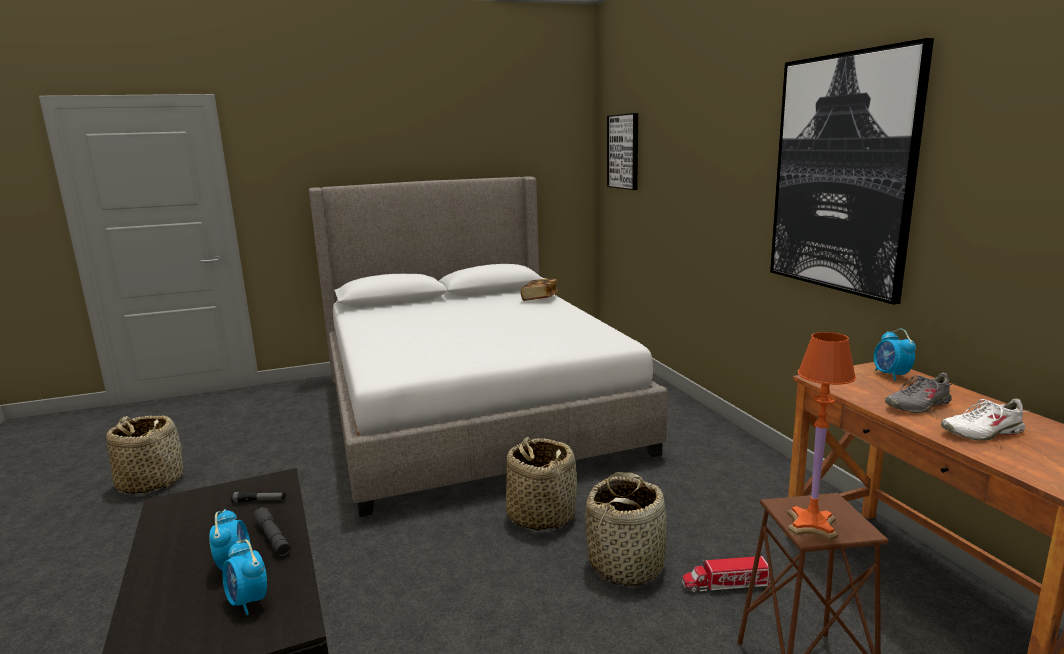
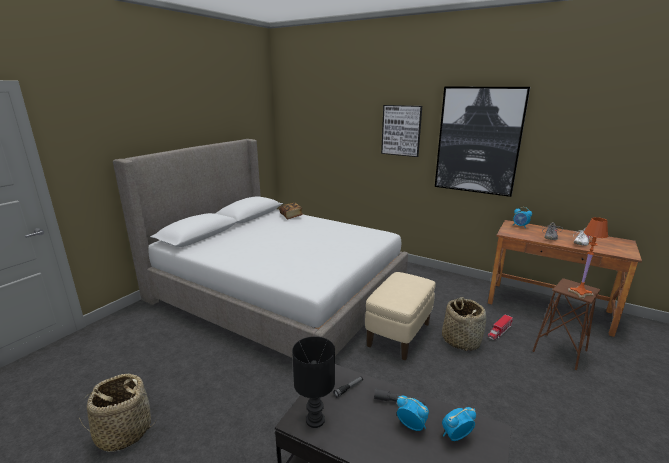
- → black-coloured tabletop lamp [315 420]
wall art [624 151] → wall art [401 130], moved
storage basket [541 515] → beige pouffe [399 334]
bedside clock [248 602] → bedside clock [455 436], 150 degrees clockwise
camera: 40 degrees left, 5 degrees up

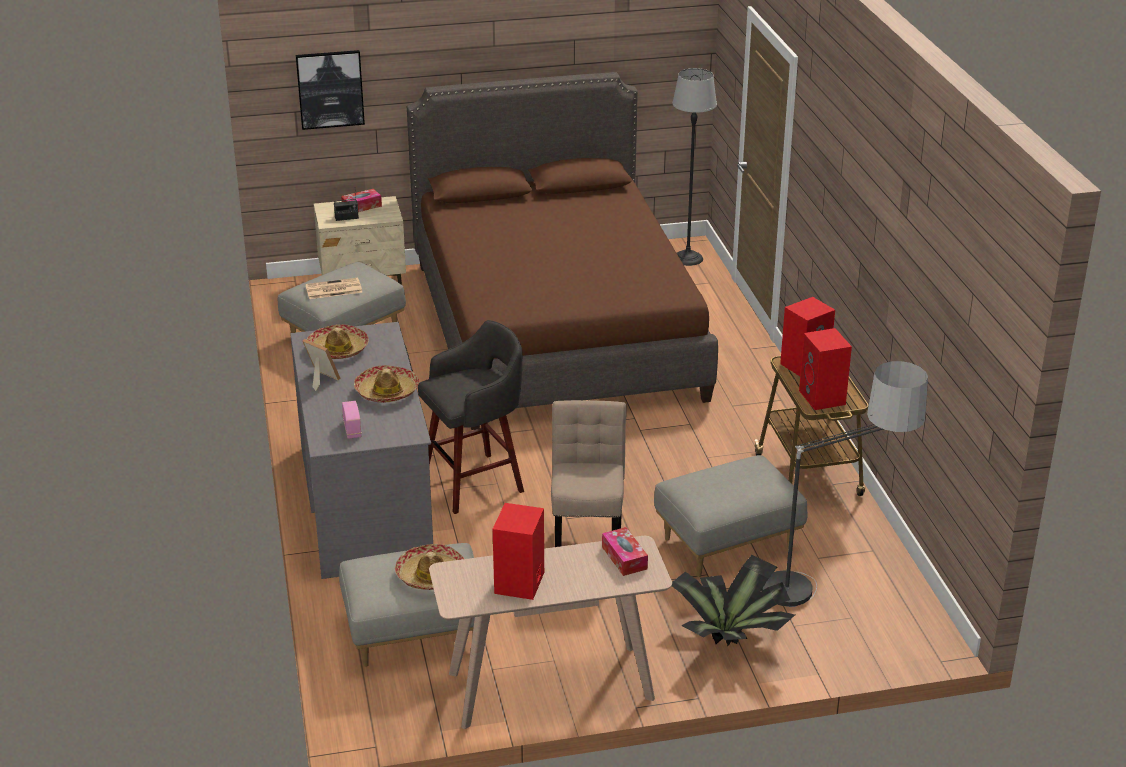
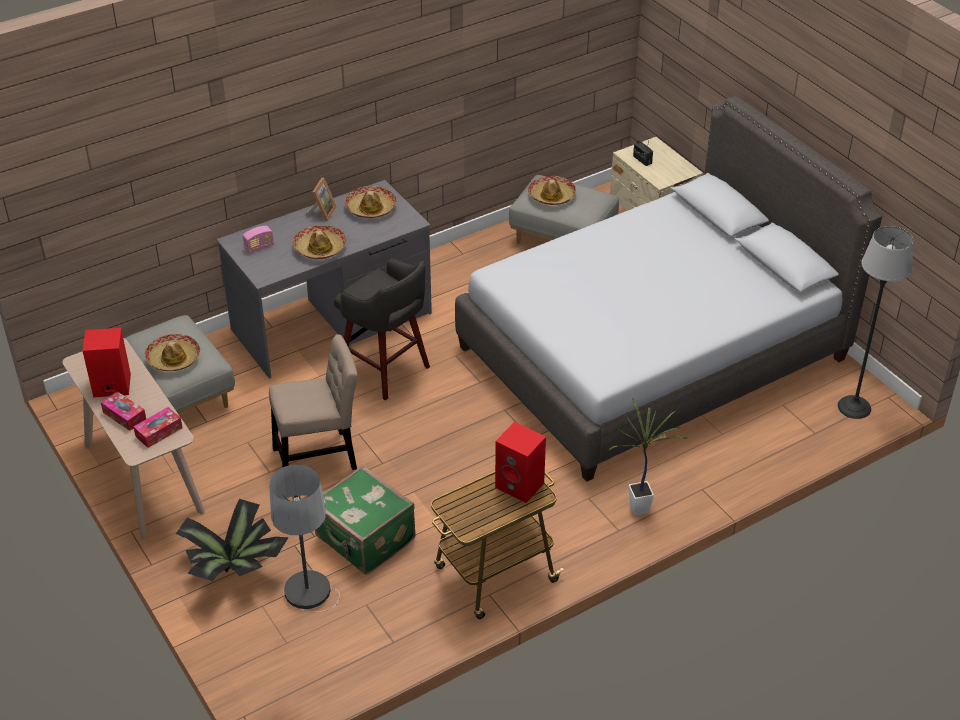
wall art [330 89] → -
red-coloured speaker [823 398] → -
- → houseplant [640 506]
tissue box [361 206] → tissue box [124 416], moved
newspaper [333 289] → clothing hat [551 196]
gray pouffe [728 543] → green suitcase [364 540]
brownish bedroom bed [555 330] → gray bedroom bed [651 353]
camera: 70 degrees right, 10 degrees up

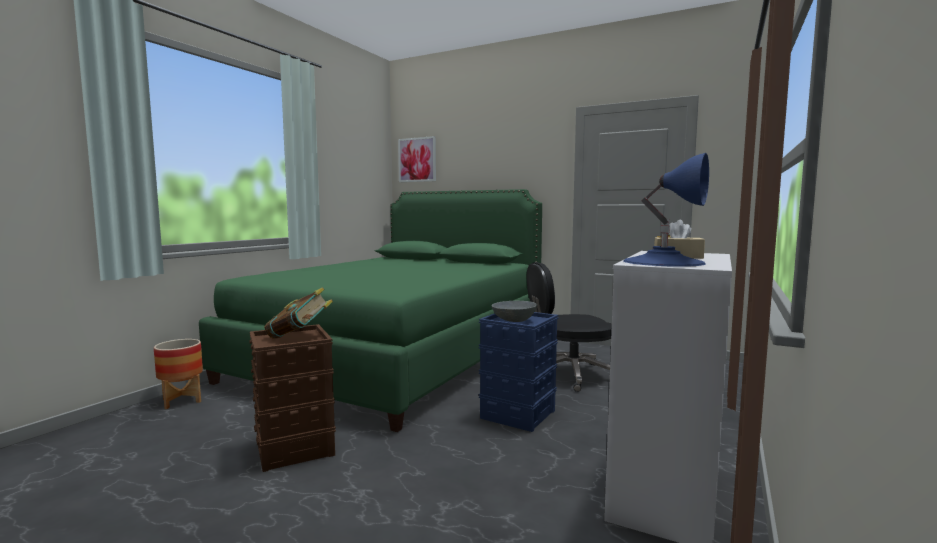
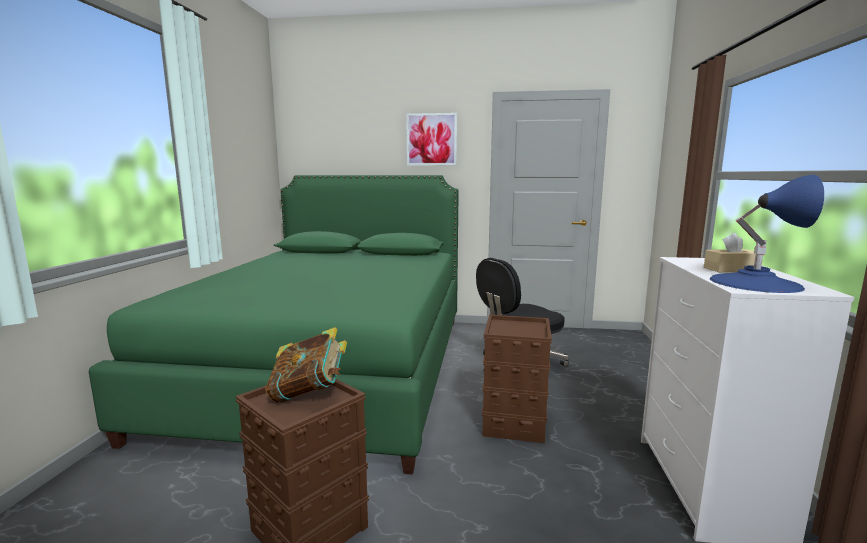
plant pot [182 400] → -
gray serving bowl [514 320] → -
wall art [417 160] → wall art [431 139], moved
blue storage box [517 414] → brownish storage box [513 423]
camera: 20 degrees left, 5 degrees up

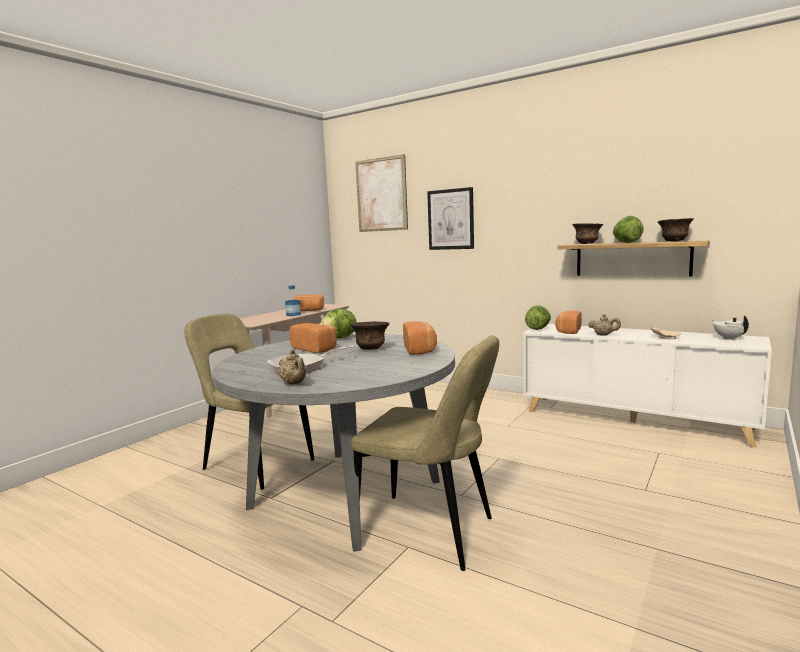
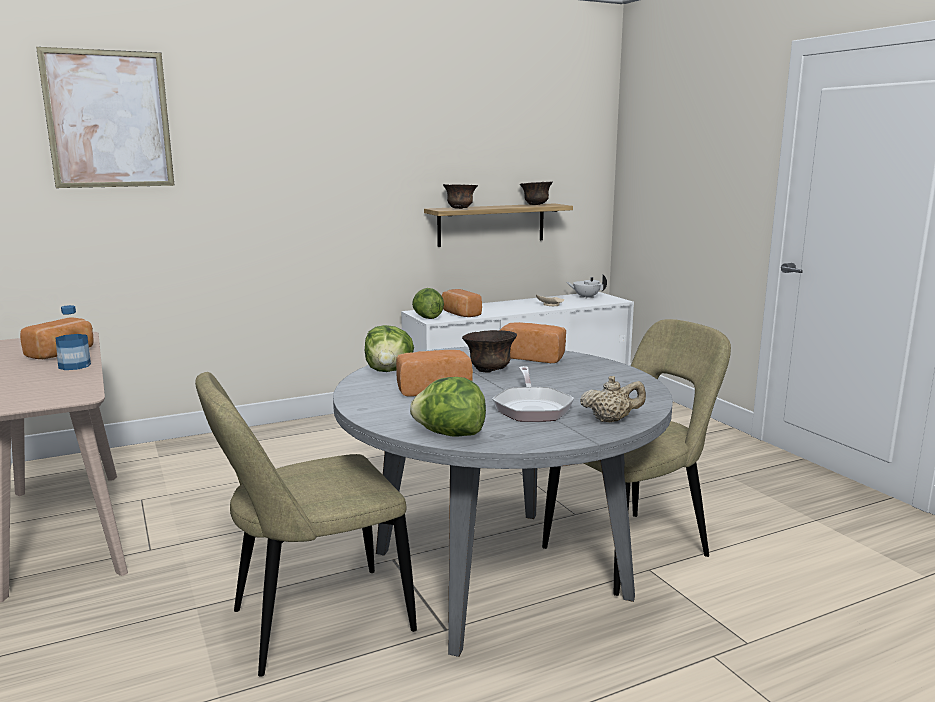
wall art [450 219] → -
beige pot for tea [604 335] → -
lettuce head [626 242] → lettuce head [450 434], moved
camera: 60 degrees left, 5 degrees up

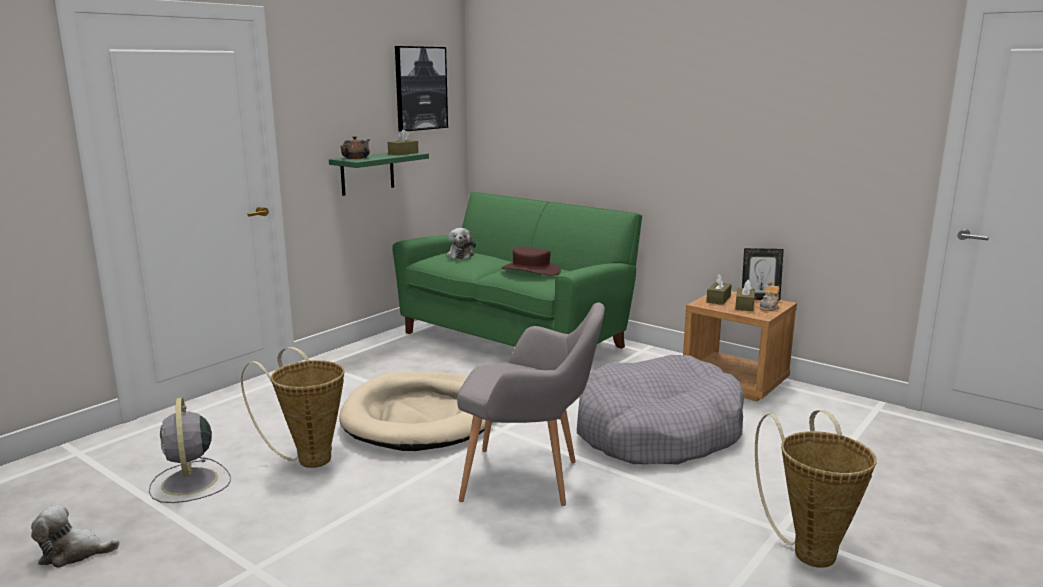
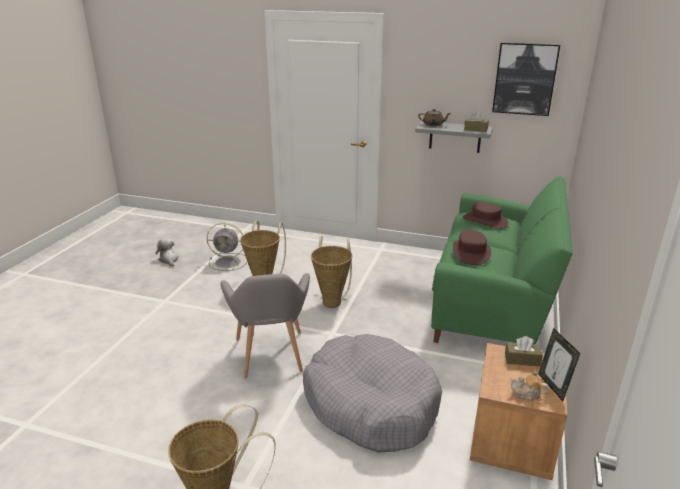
brownish tissue box [744 305] → -
beige pet bed [422 416] → storage basket [332 300]
cuddly toy [460 255] → brownish clothing hat [485 221]
green wall shelf [367 173] → gray wall shelf [455 137]
gray cooling fan [189 483] → gray cooling fan [229 262], 135 degrees counterclockwise
camera: 70 degrees right, 10 degrees up

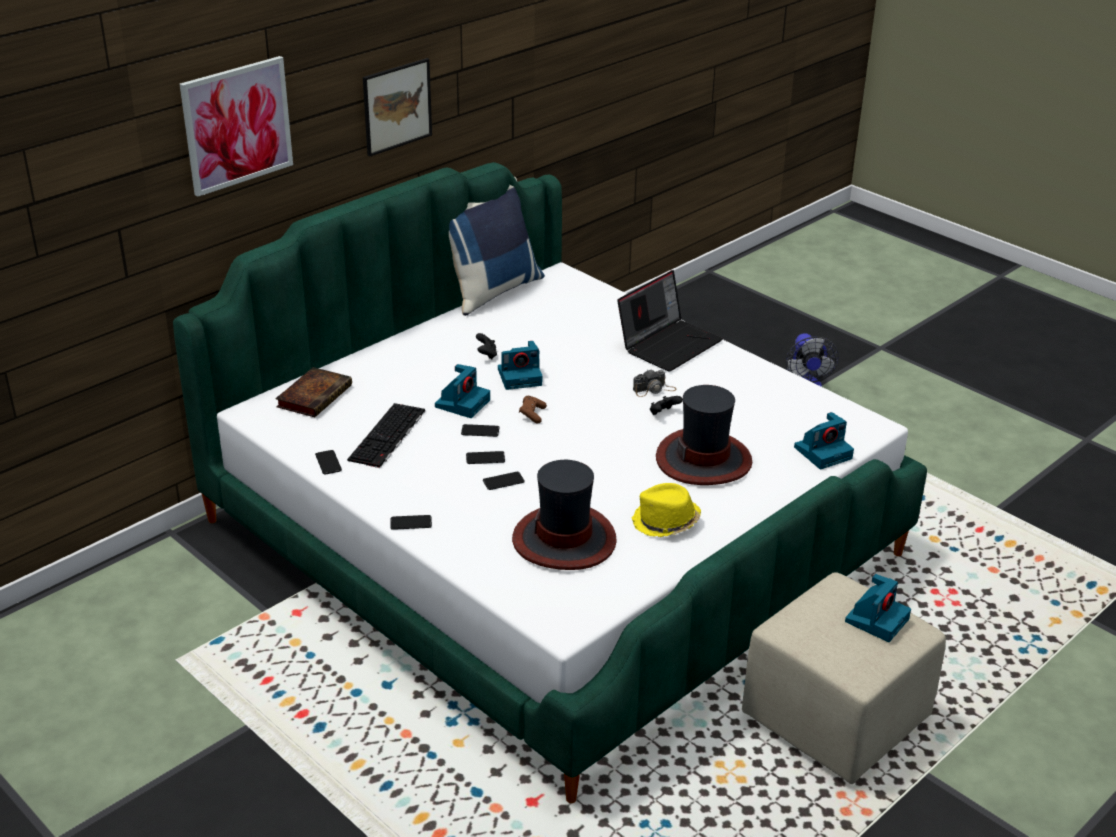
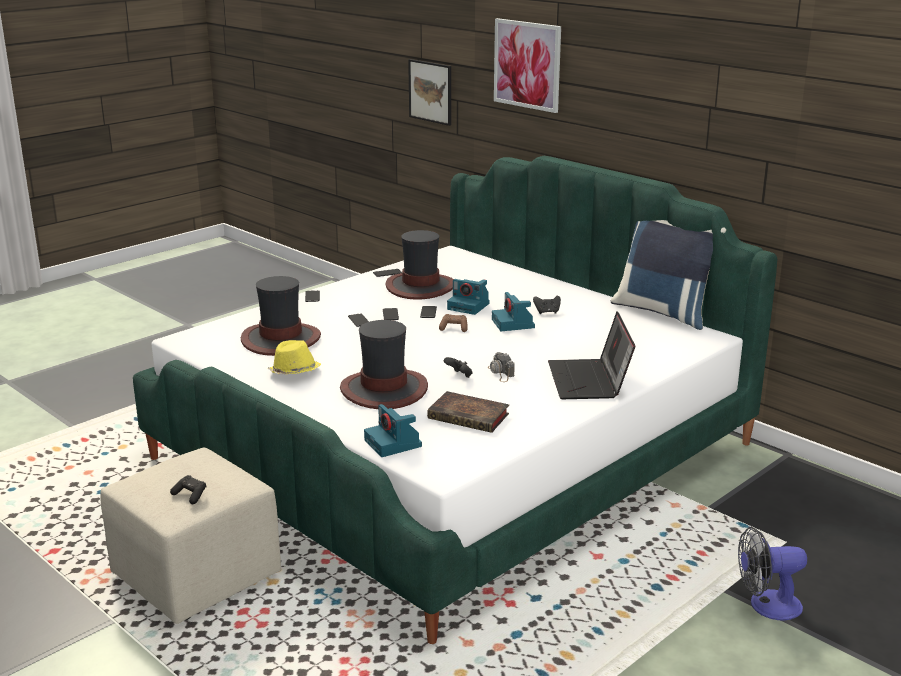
book [315 395] → book [470 417], moved
wall art [397 106] → wall art [430 91], moved
computer keyboard [388 436] → clothing hat [420 287]
photo camera [877 619] → black-coloured joypad [190 495]
notebook computer [669 344] → notebook computer [589 381], 45 degrees clockwise
camera: 90 degrees right, 10 degrees down

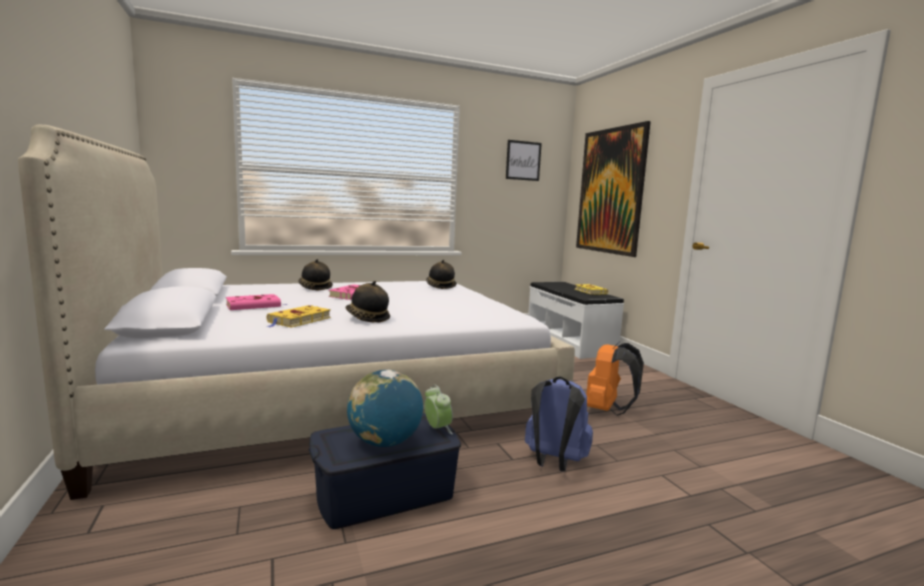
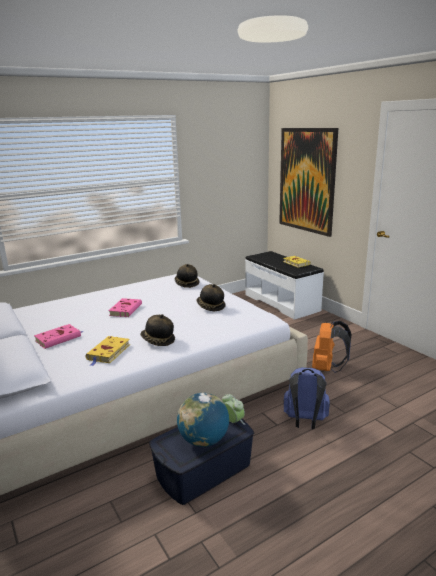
wall art [523 160] → -
clothing hat [315 287] → clothing hat [210 307], moved
camera: 10 degrees left, 10 degrees up

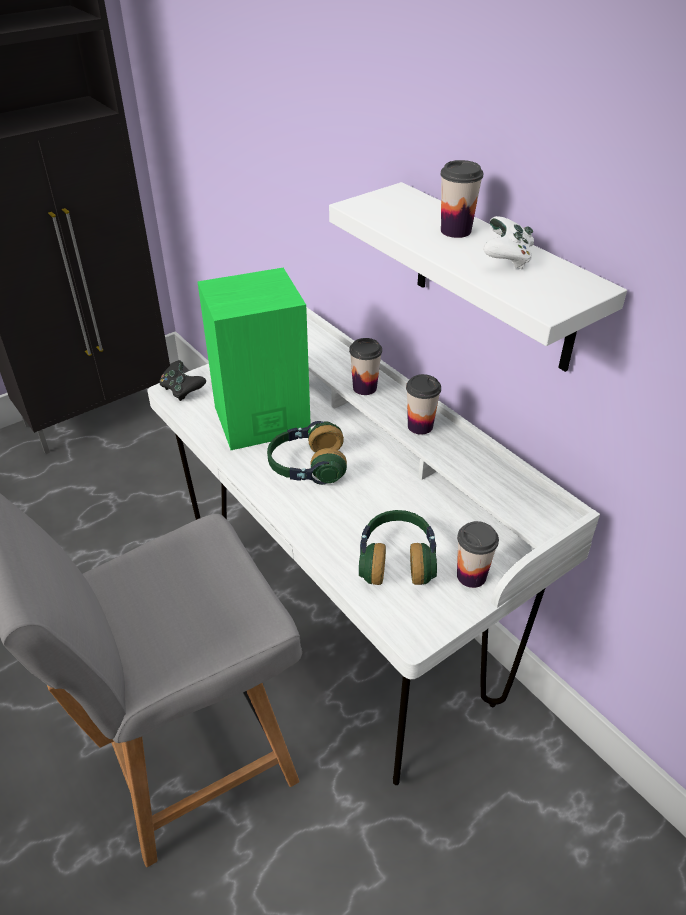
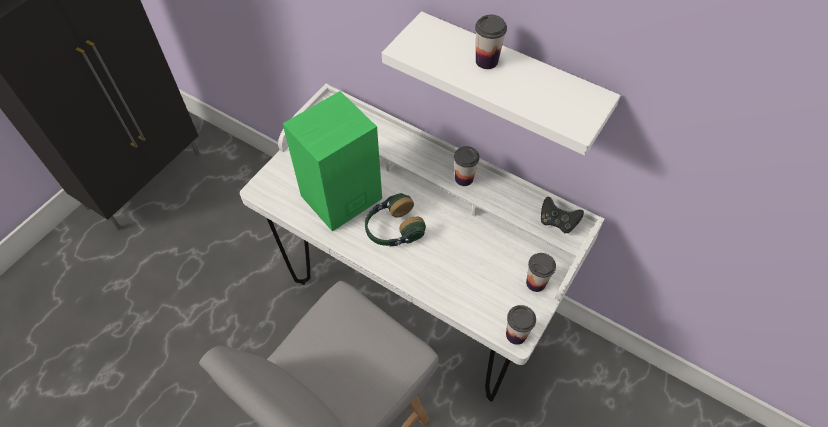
headphones [397 560] → -
white-coloured joypad [506 259] → -
black-coloured joypad [182 390] → black-coloured joypad [557 221], moved
drinking cup [364 388] → drinking cup [516 334], moved
camera: 20 degrees left, 15 degrees up

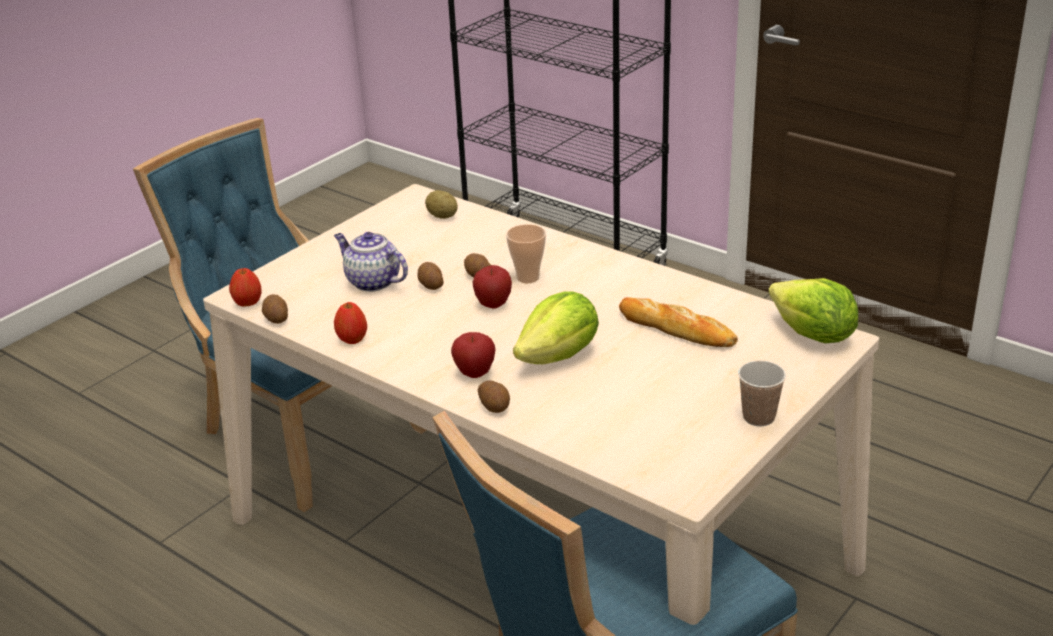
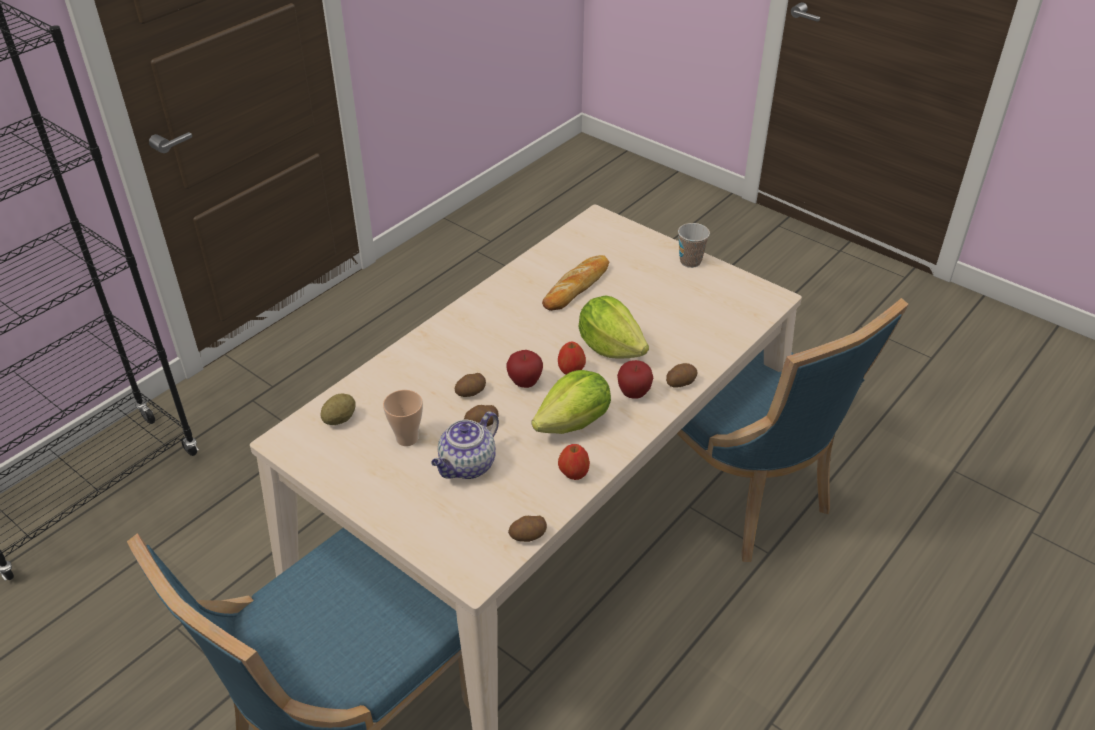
whole apple [247 303] → whole apple [571 371], moved
drinking cup [528 277] → drinking cup [407 438], moved
lettuce head [813 335] → lettuce head [574 423], moved
camera: 90 degrees left, 10 degrees up

